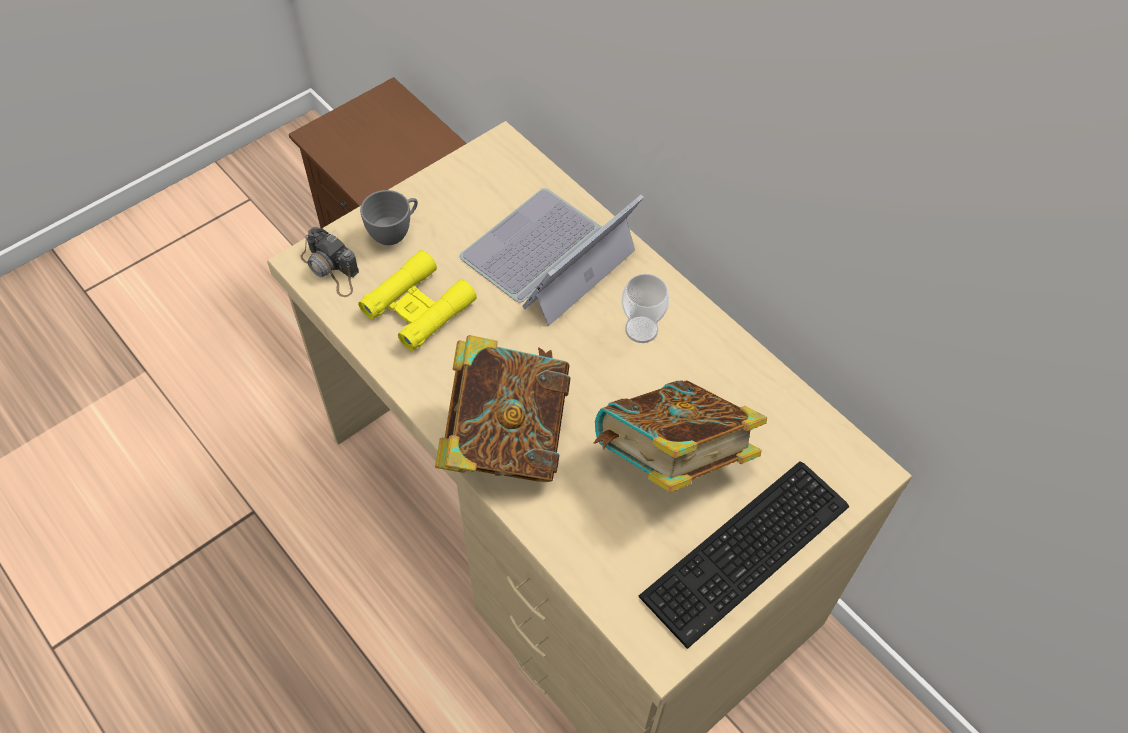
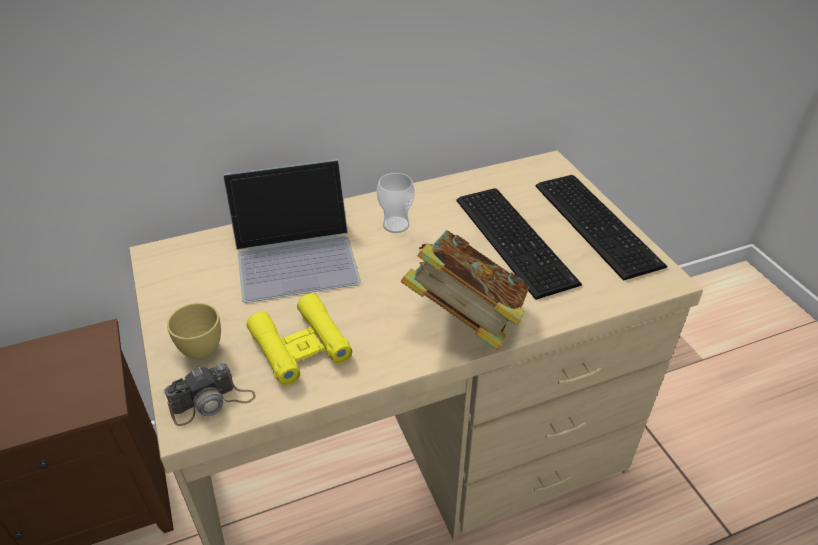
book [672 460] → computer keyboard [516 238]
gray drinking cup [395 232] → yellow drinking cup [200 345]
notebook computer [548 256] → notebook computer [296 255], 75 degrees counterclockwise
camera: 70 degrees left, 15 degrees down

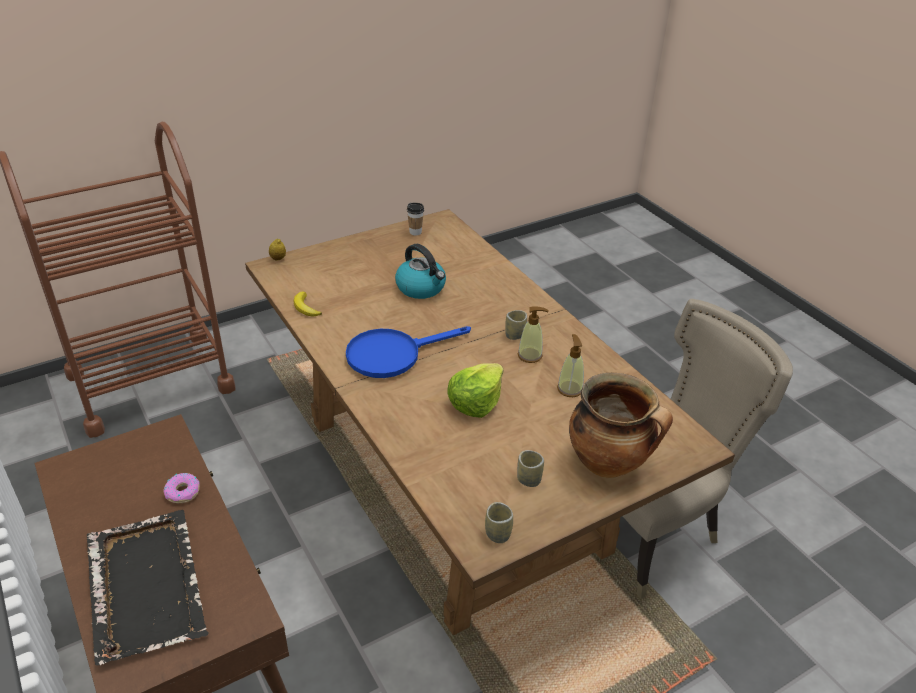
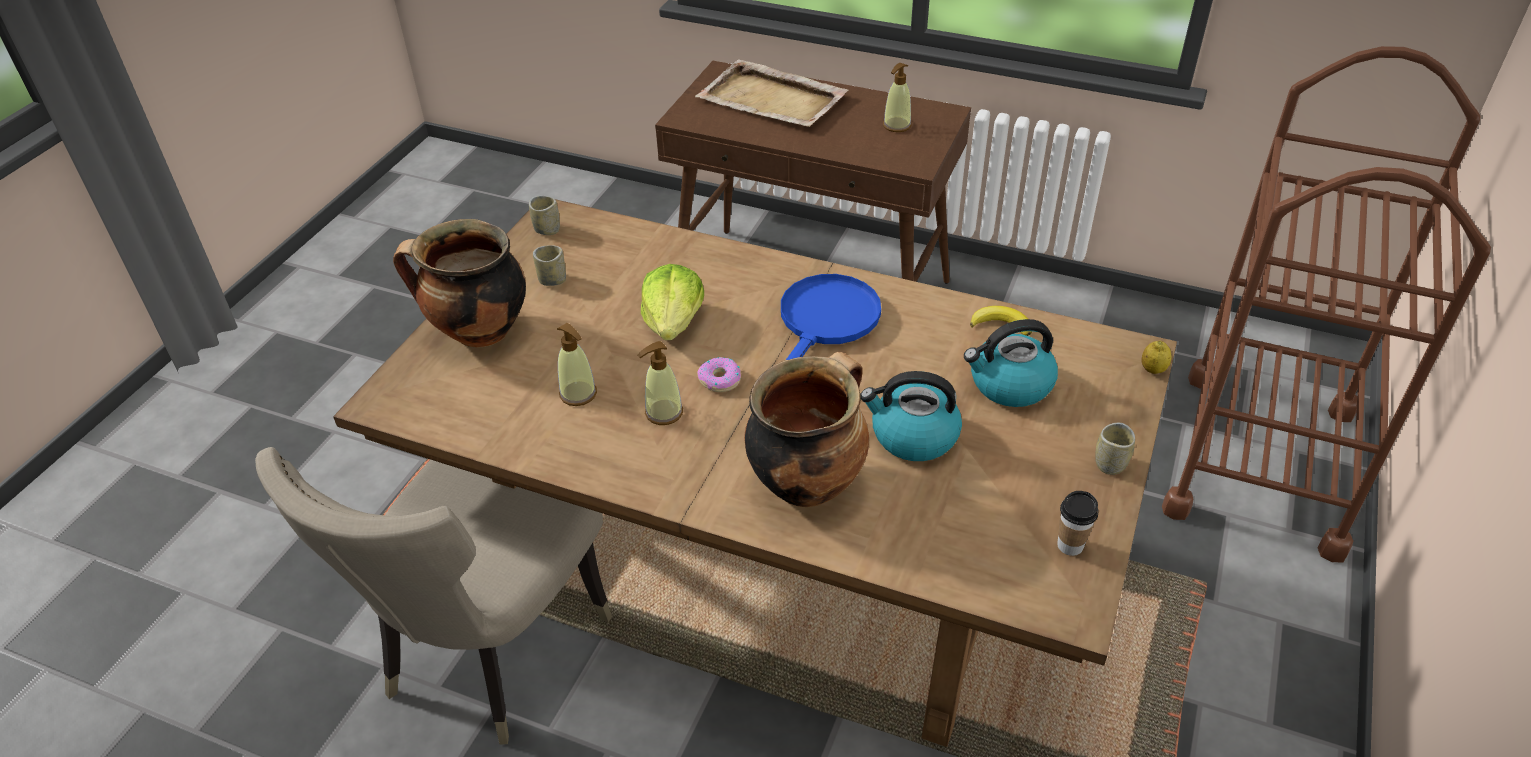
- → stockpot [807 482]
- → soap bottle [896 125]
- → water kettle [1009 384]
doughnut [183 492] → doughnut [719 380], moved
drinking cup [515 335] → drinking cup [1110 464], moved
black-coloured serving tray [146 585] → beige serving tray [773 99]
camera: 145 degrees right, 5 degrees up

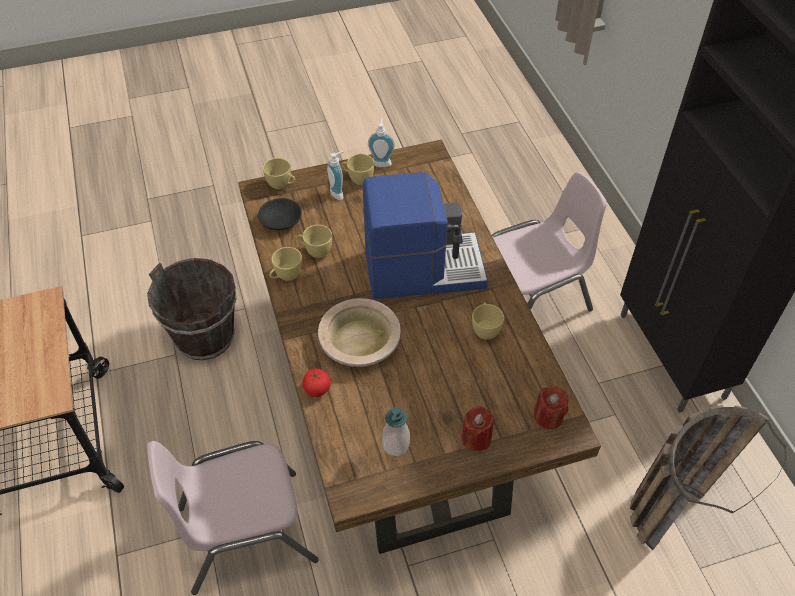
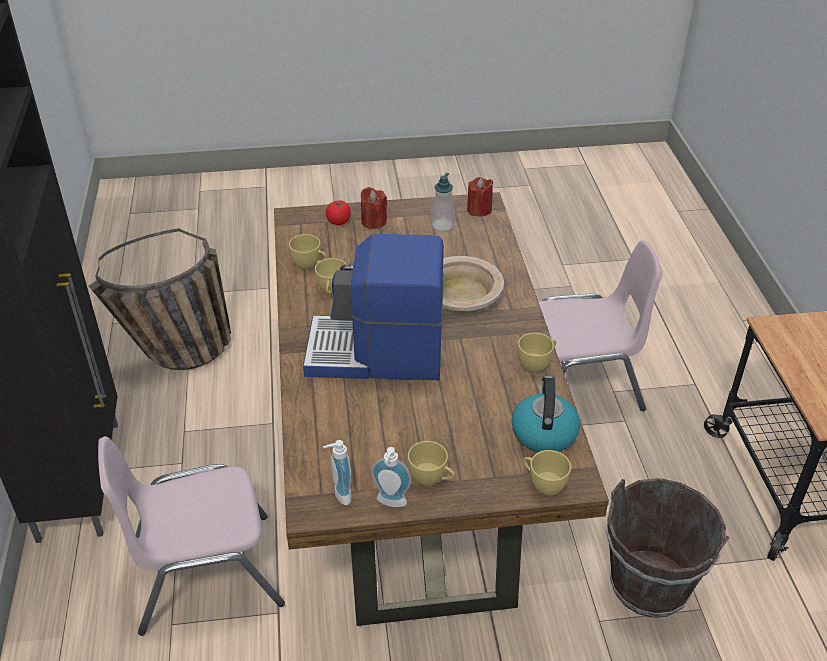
yellow drinking cup [315 251] → yellow drinking cup [309 265], moved
whole tomato [317 389] → whole tomato [339 221], moved
soap bottle [338 192] → soap bottle [339 494], moved
red-coloured wax candle [548 416] → red-coloured wax candle [479 210], moved
black-coloured serving bowl [281 220] → water kettle [543 432]
camera: 170 degrees left, 10 degrees down

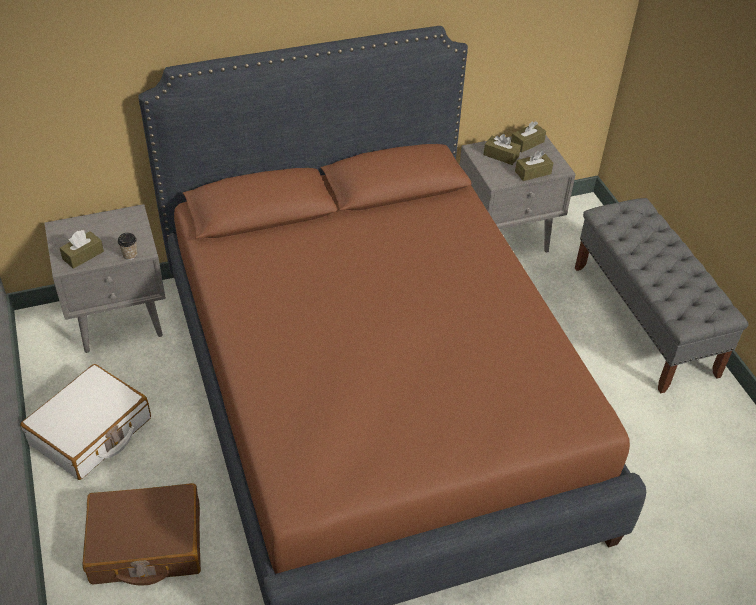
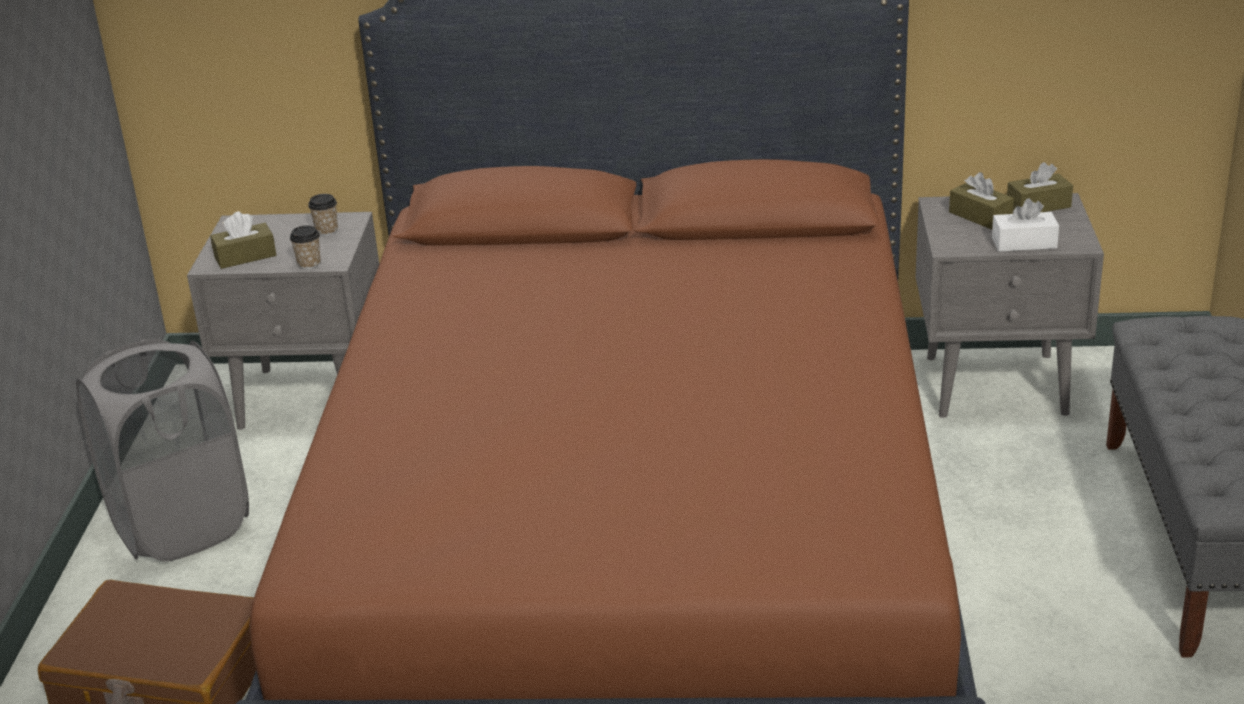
- → drinking cup [326 231]
white-coloured suitcase [91 432] → gray laundry basket [181 525]
brownish tissue box [533 172] → white-coloured tissue box [1024 243]
camera: 25 degrees right, 15 degrees down

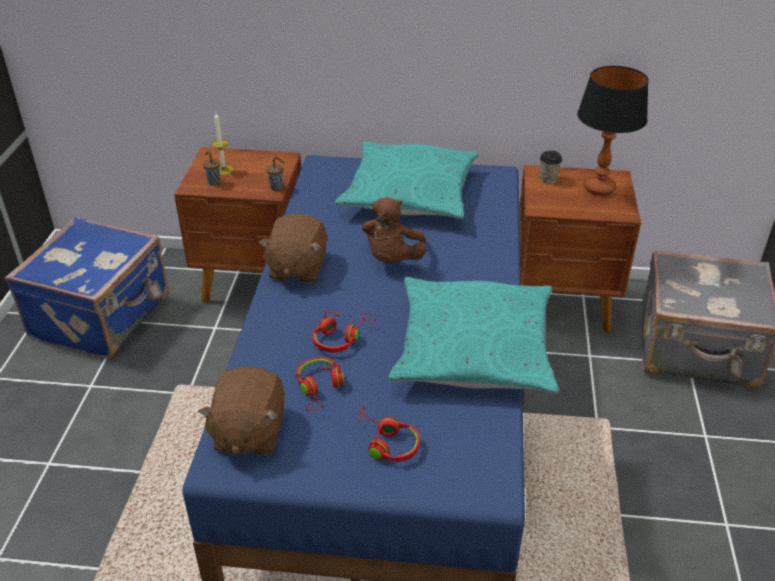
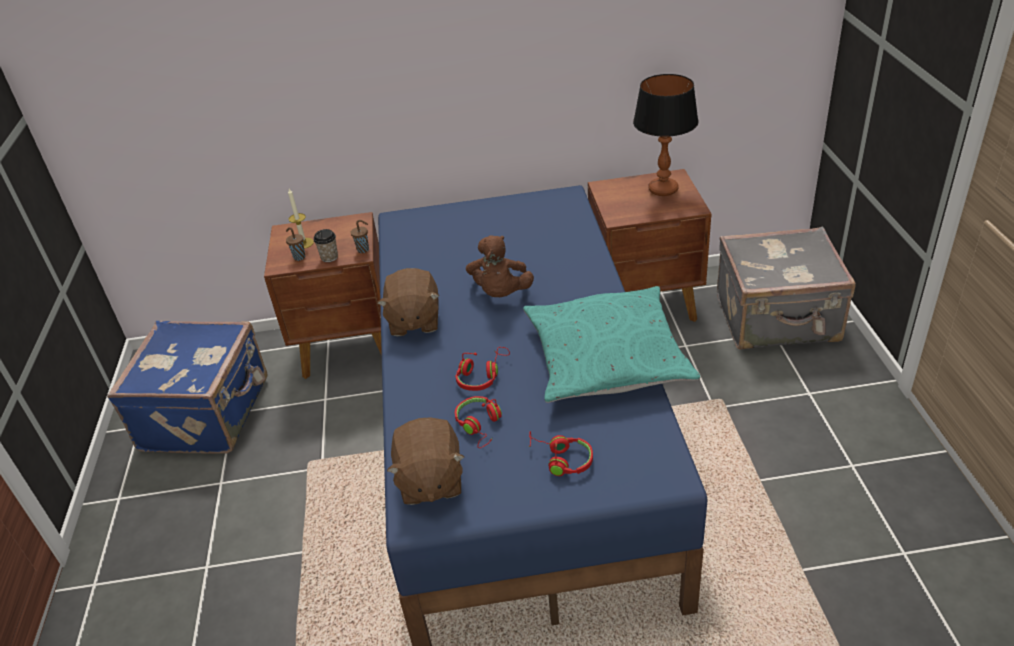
blue-green cushion [409 194] → -
drinking cup [548 179] → drinking cup [329 257], moved
camera: 10 degrees left, 0 degrees up

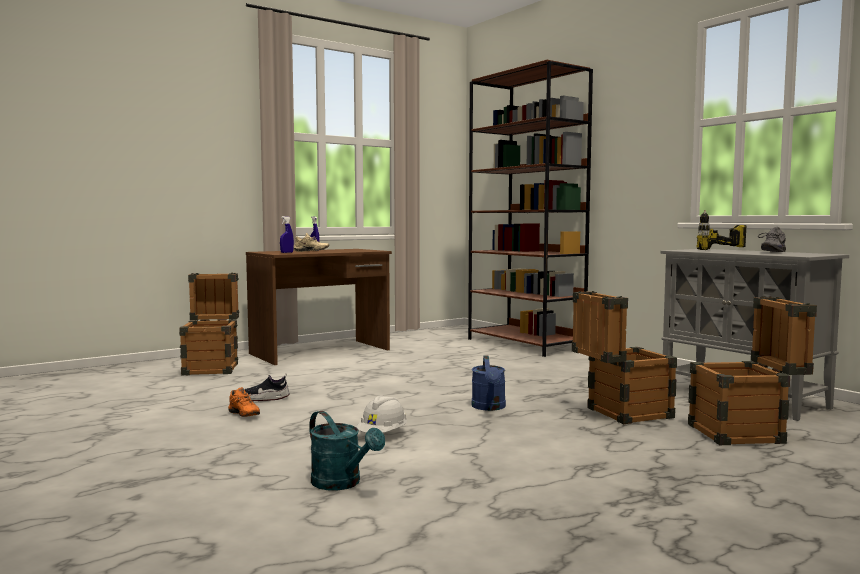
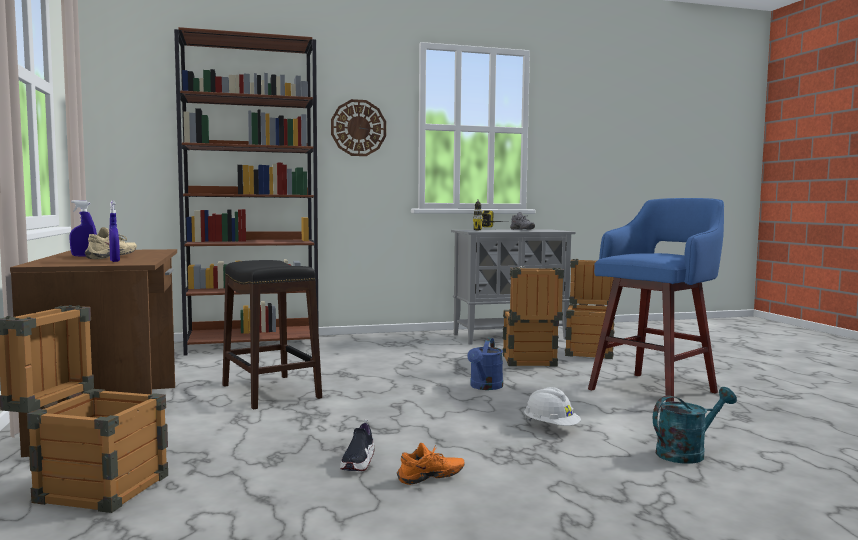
- → black-coloured stool [271 391]
- → hanging clock [358 128]
- → blue stool [655 390]
blue sprinkling can [489 407] → blue sprinkling can [485 387], 90 degrees clockwise
camera: 70 degrees left, 0 degrees up

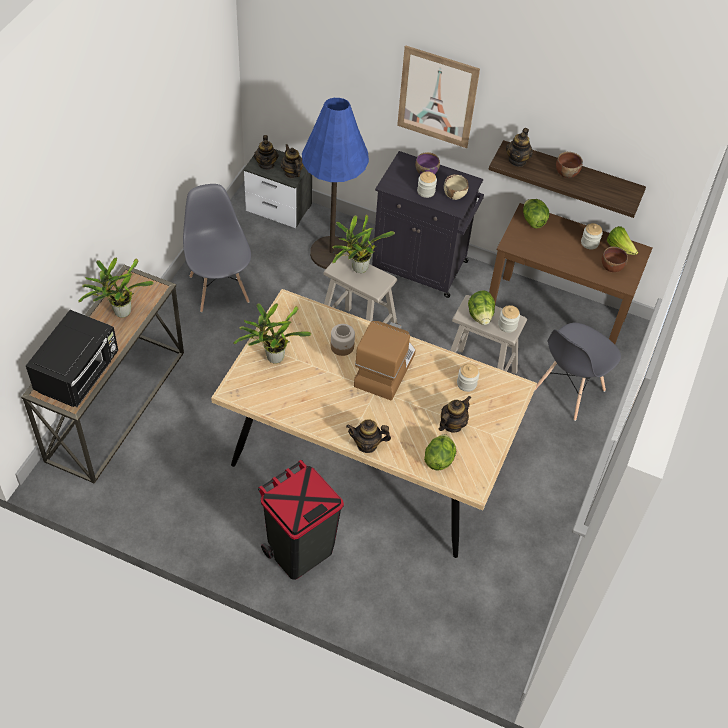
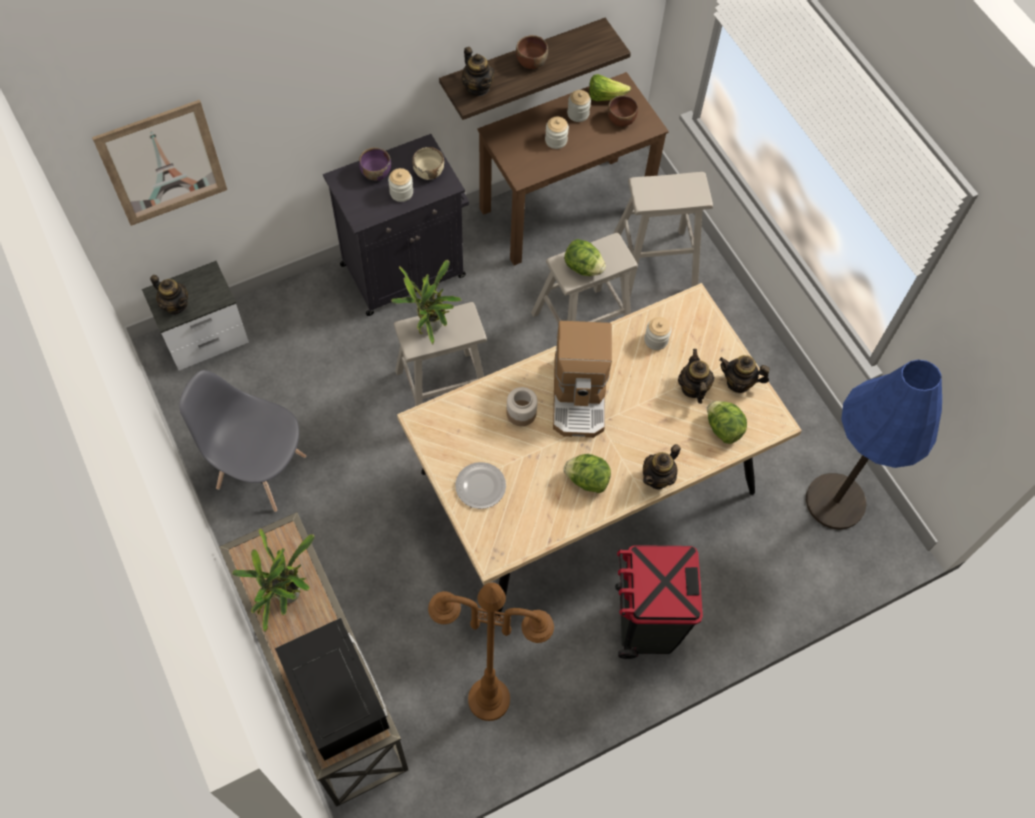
- → brownish floor lamp [488 700]
pot for tea [292 173] → pot for tea [738 382], moved
blue floor lamp [331 253] → blue floor lamp [835 501], moved
wall art [437 97] → wall art [163 163], moved
storage jar [507 325] → storage jar [556 140], moved
lettuce head [533 220] → lettuce head [586 479], moved
houseplant [272 357] → dinner plate [481 487]
gray chair [568 390] → beige stool [653 264]
coffee brewer [384 369] → coffee brewer [580 396], 150 degrees counterclockwise
camera: 50 degrees left, 10 degrees up

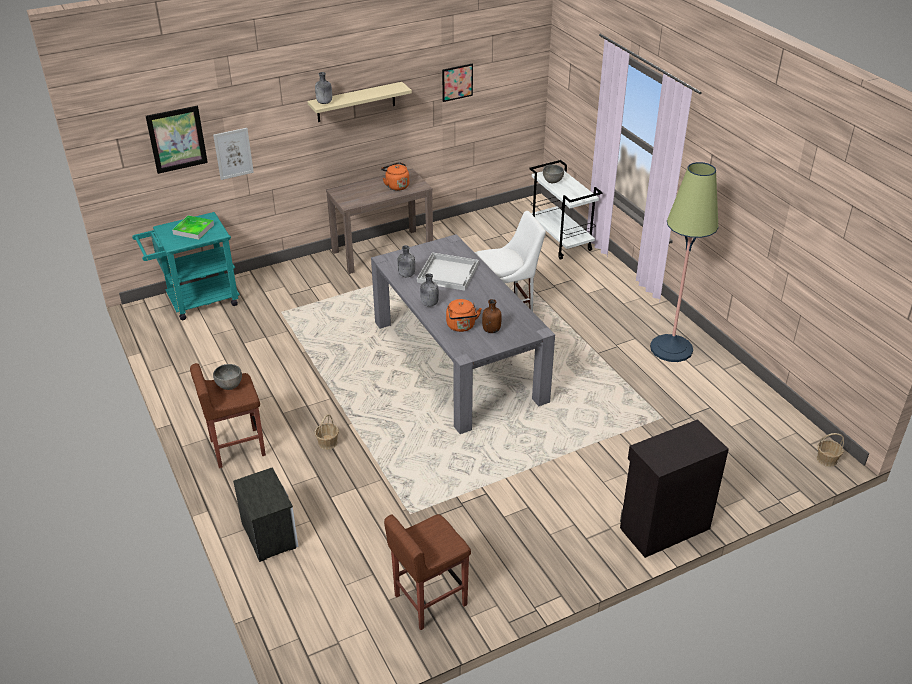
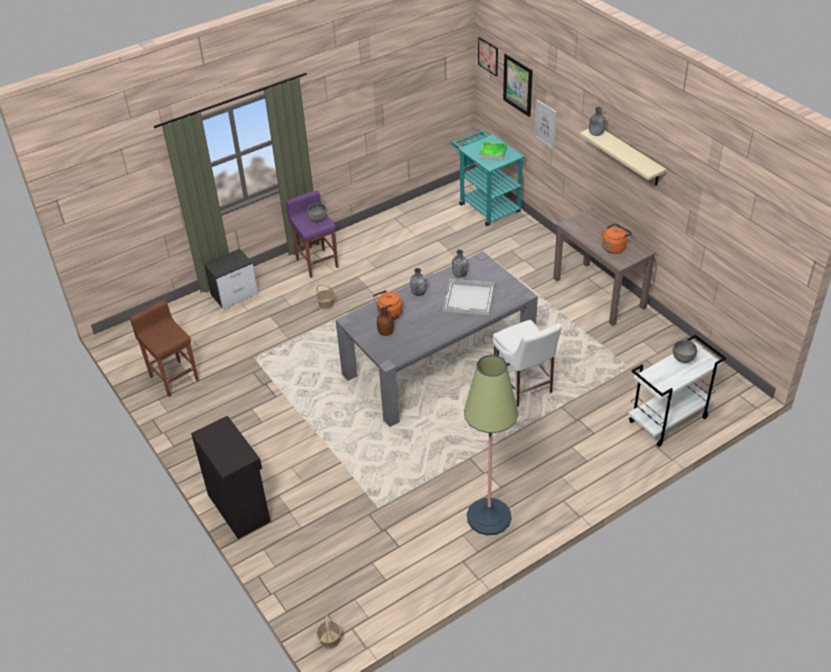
wall art [457 82] → wall art [488 56], moved
brownish stool [236 448] → purple-coloured stool [317 263]
camera: 85 degrees right, 5 degrees up

